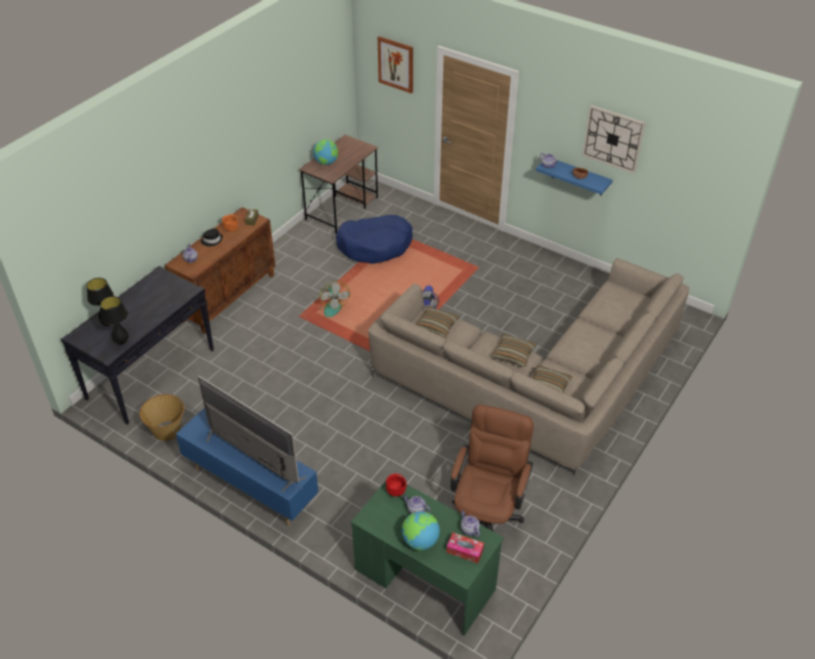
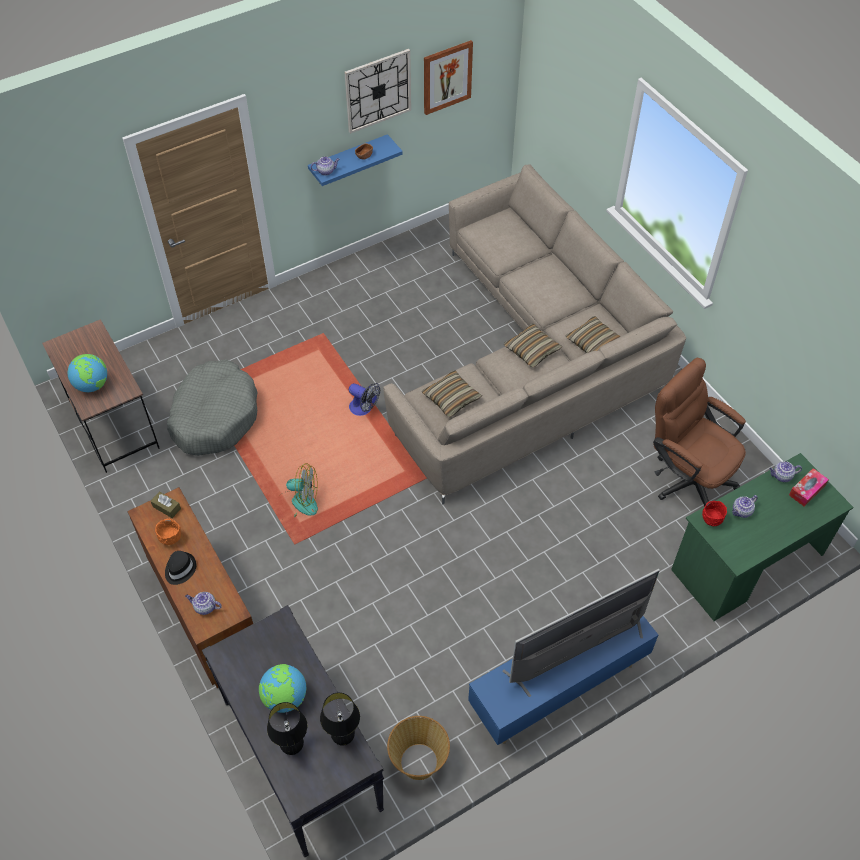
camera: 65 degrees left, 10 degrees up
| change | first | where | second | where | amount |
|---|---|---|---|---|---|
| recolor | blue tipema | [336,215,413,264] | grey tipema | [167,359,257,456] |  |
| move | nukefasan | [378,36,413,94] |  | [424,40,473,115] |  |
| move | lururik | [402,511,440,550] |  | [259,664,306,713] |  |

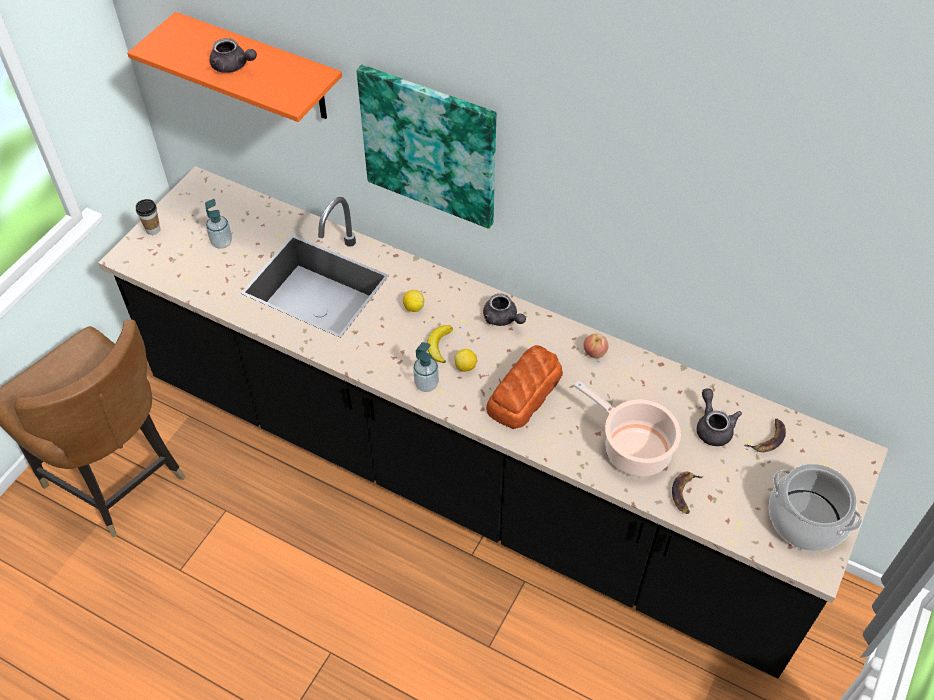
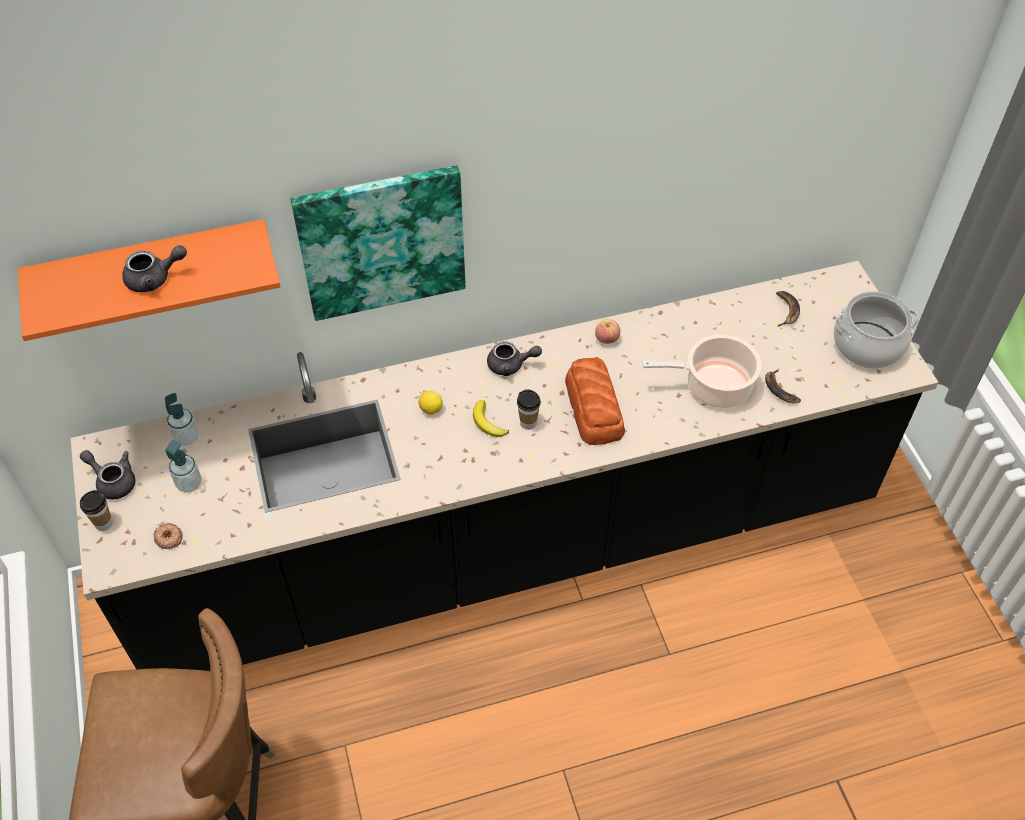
camera: 45 degrees left, 0 degrees up
| change | first | where | second | where | amount |
|---|---|---|---|---|---|
| move | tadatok | [413,342,439,392] |  | [165,393,199,446] |  |
| replace | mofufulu | [455,349,477,372] | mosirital | [517,389,541,430] |  |
| move | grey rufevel | [697,388,742,446] |  | [80,450,136,499] |  |
| insert |  |  | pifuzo | [154,523,183,549] |  |

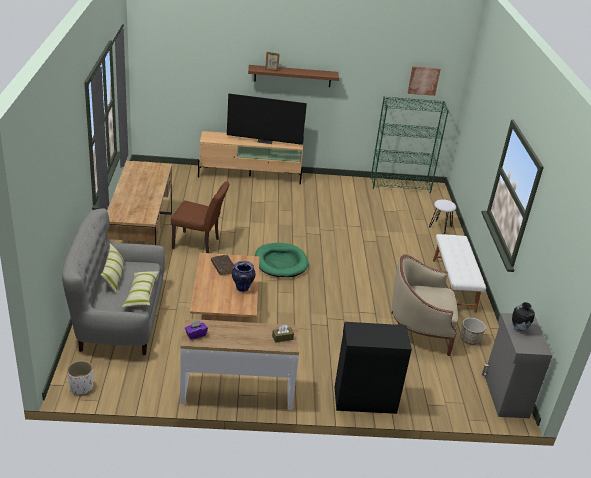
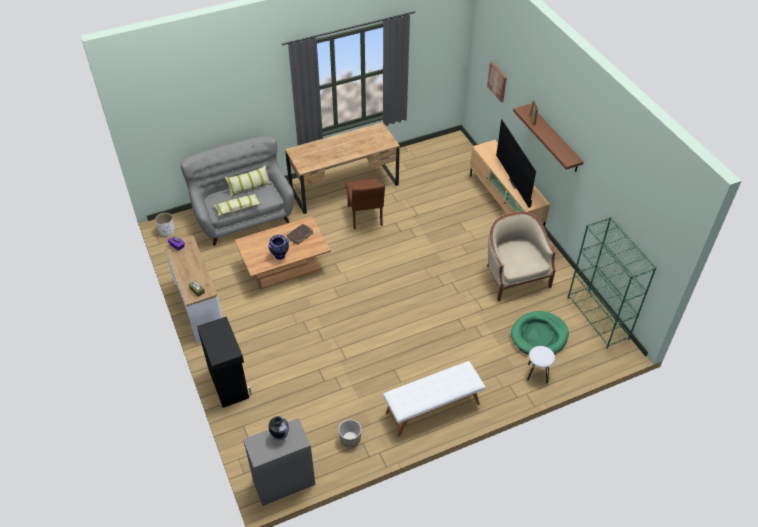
camera: 70 degrees right, 15 degrees up
| change | first | where | second | where | amount |
|---|---|---|---|---|---|
| move | green tipema | [255,243,308,277] |  | [511,311,569,355] |  |
| move | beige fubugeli | [391,255,458,356] |  | [487,211,556,301] |  |
| move | nukefasan | [408,66,441,96] |  | [487,62,506,102] |  |

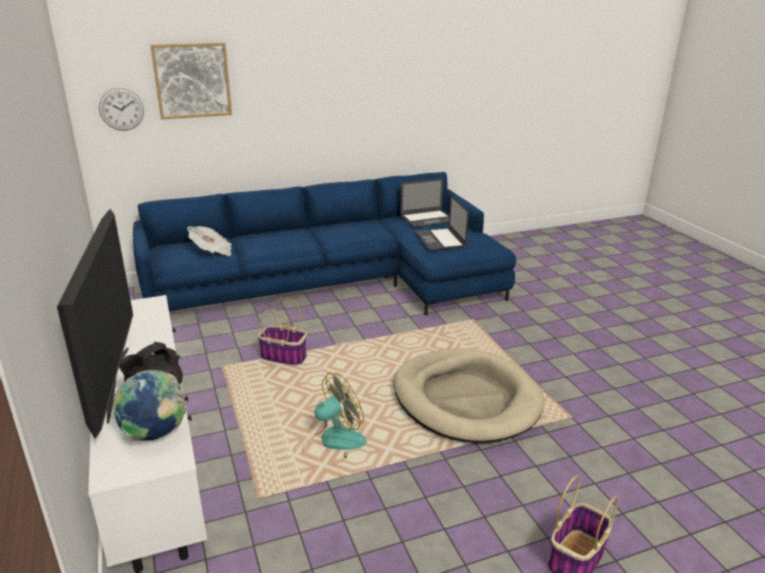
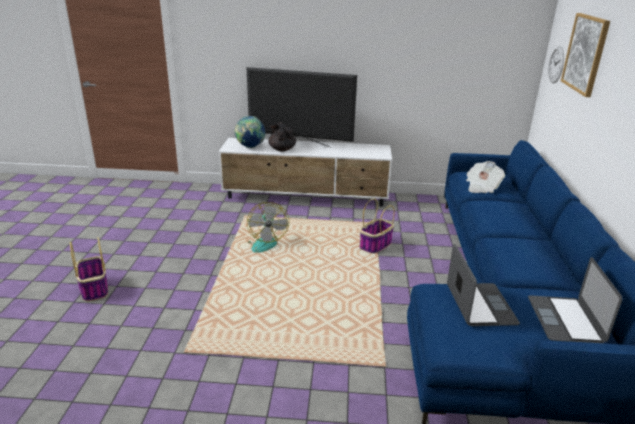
camera: 115 degrees right, 0 degrees up
| change | first | where | second | where | amount |
|---|---|---|---|---|---|
| delete | beige tipema | [393,348,545,443] |  |  |  |
| rotate | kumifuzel | [415,195,469,250] |  | [447,244,520,326] | 75 degrees clockwise |

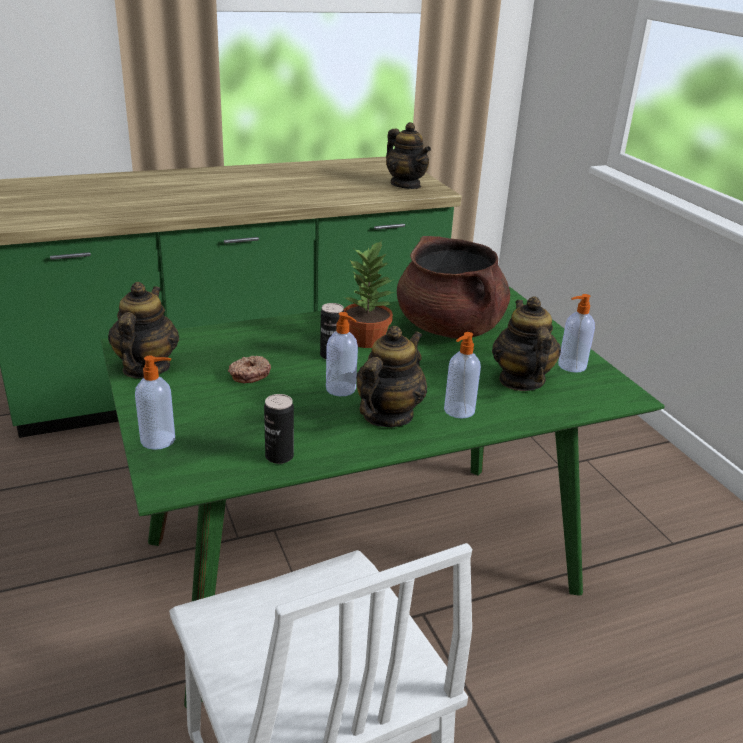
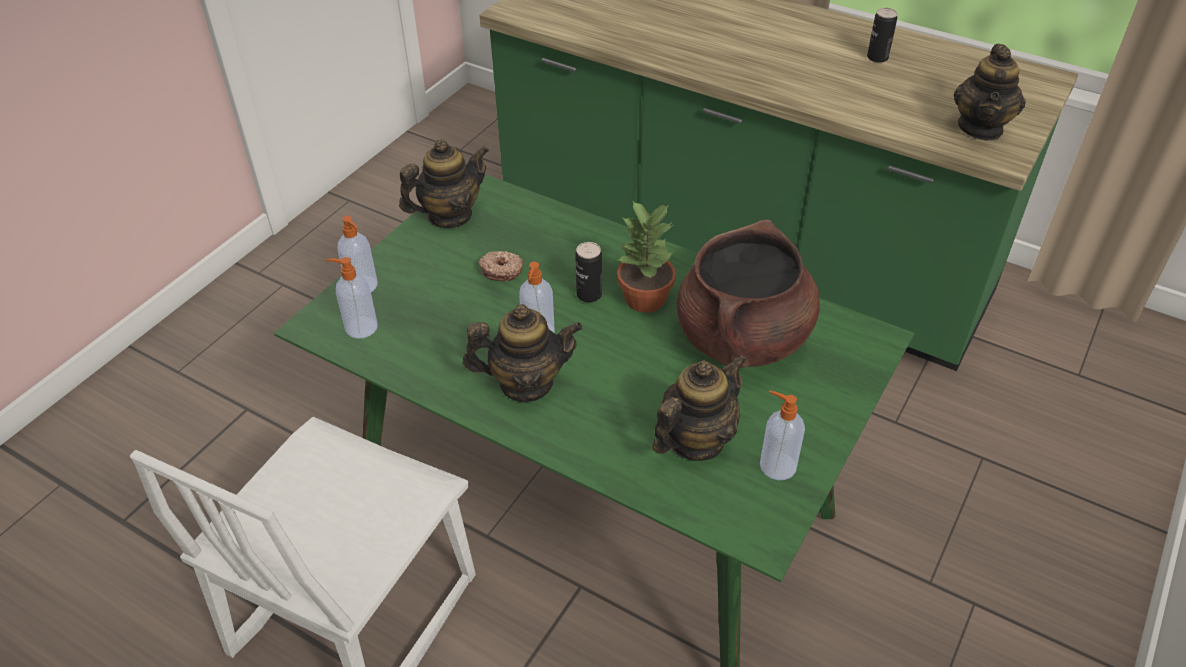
camera: 55 degrees right, 15 degrees up
| change | first | where | second | where | amount |
|---|---|---|---|---|---|
| move | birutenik | [264,394,294,464] |  | [867,8,897,63] |  |
| move | tadatok | [444,332,481,419] |  | [326,257,378,339] |  |

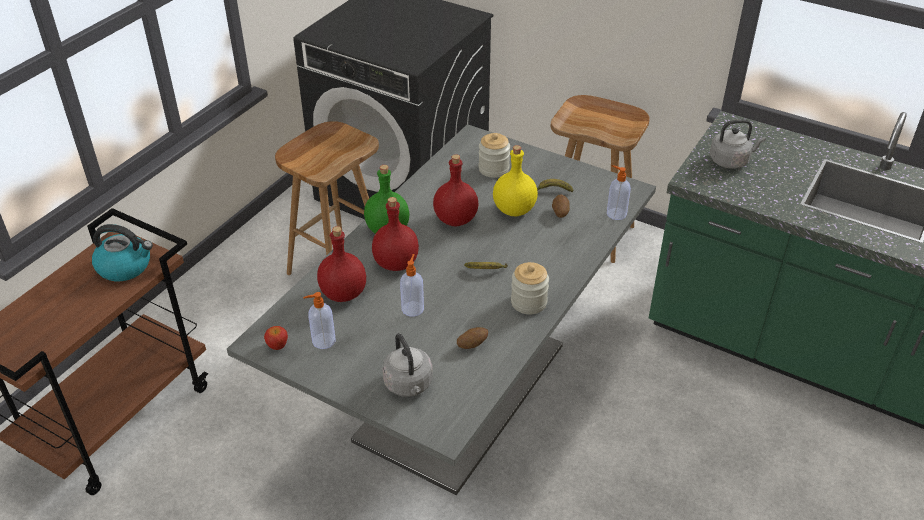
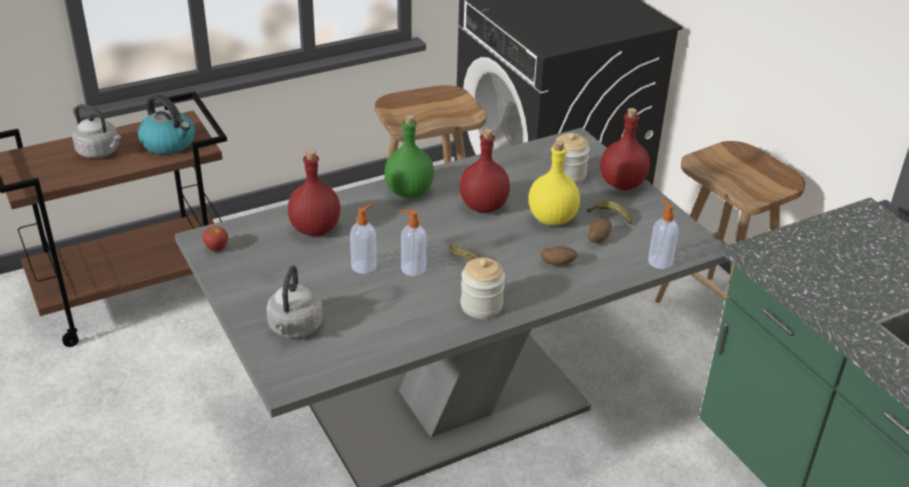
camera: 30 degrees right, 5 degrees down
| change | first | where | second | where | amount |
|---|---|---|---|---|---|
| move | tadatok | [303,292,335,349] |  | [399,210,427,276] |  |
| move | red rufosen | [372,197,419,271] |  | [600,108,650,190] |  |
| move | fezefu | [457,327,488,349] |  | [541,246,578,265] |  |
| move | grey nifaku | [709,119,766,169] |  | [72,104,121,158] |  |

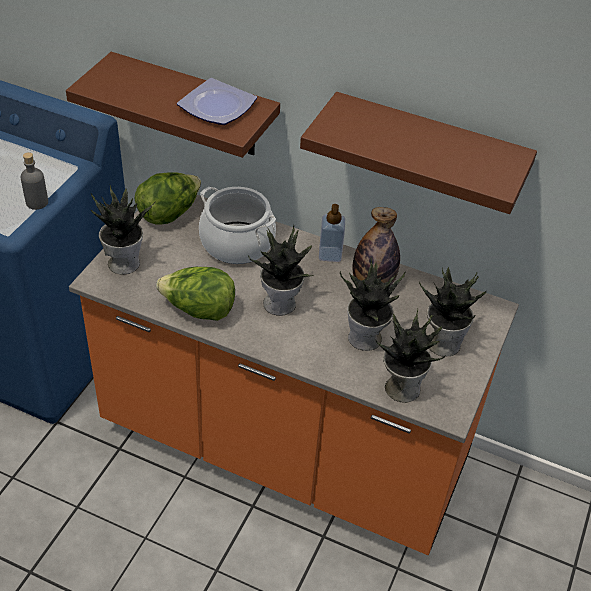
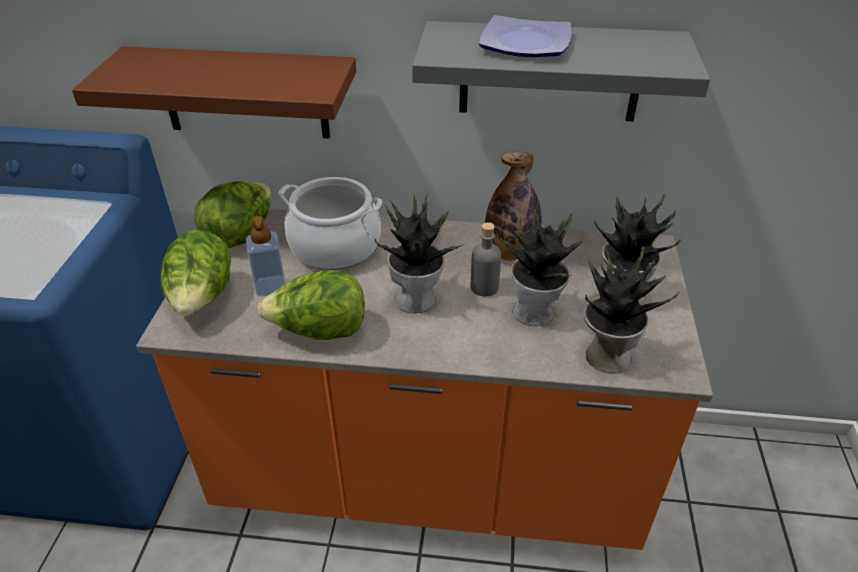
camera: 15 degrees left, 5 degrees down
| change | first | where | second | where | amount |
|---|---|---|---|---|---|
| move | grey rufosen | [21,152,48,210] |  | [471,222,501,297] |  |
| replace | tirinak | [91,185,155,275] | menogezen | [161,230,231,316] |  |
| move | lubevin | [177,78,257,125] |  | [479,15,571,57] |  |
| recolor | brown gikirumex | [300,92,537,214] | grey gikirumex | [412,21,710,121] |  |
| move | tadatok | [319,204,345,262] |  | [246,216,285,296] |  |

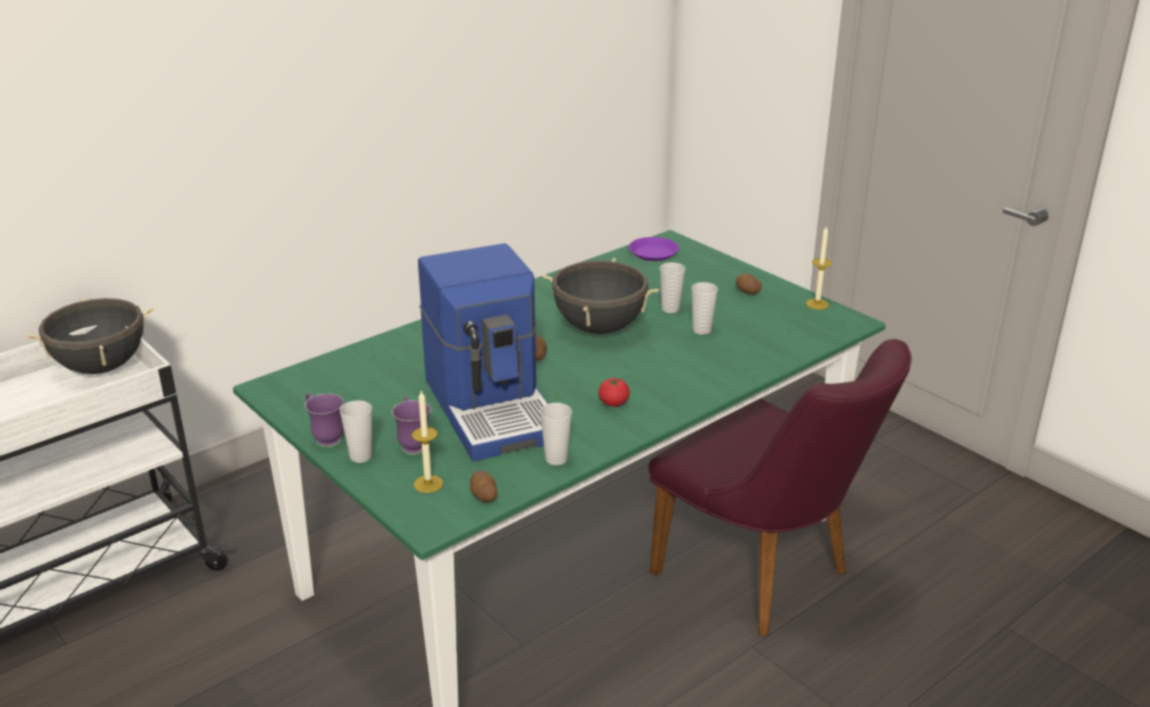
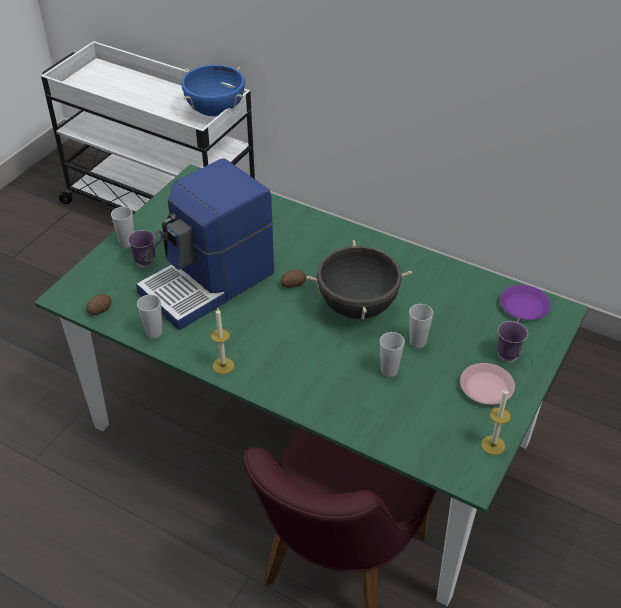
camera: 70 degrees right, 15 degrees up
| change | first | where | second | where | amount |
|---|---|---|---|---|---|
| recolor | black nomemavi | [26,298,154,374] | blue nomemavi | [181,65,245,116] |  |
| move | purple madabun | [305,393,344,448] |  | [497,317,528,362] |  |
| move | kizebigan | [412,391,443,493] |  | [211,308,234,374] |  |
| delete | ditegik | [598,377,630,407] |  |  |  |
| replace | fezefu | [736,273,762,294] | pink lubevin | [460,363,515,405] |  |

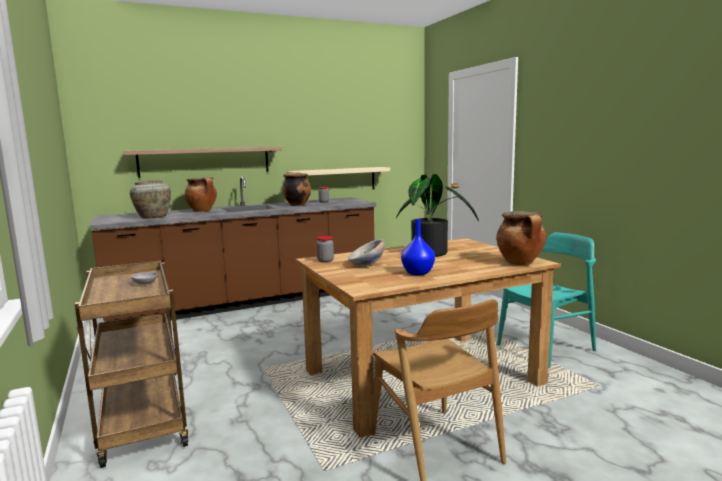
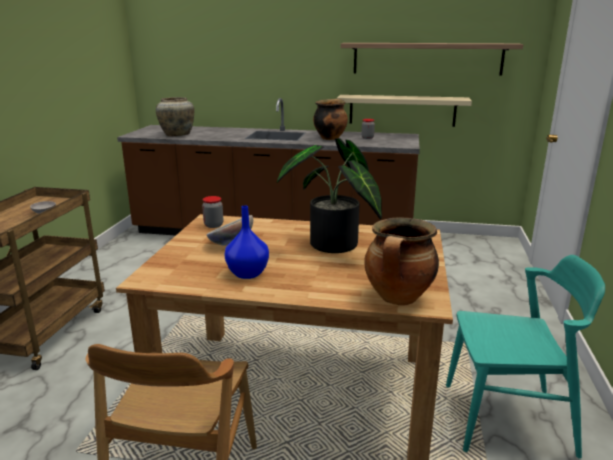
camera: 35 degrees right, 10 degrees up
| change | first | where | second | where | amount |
|---|---|---|---|---|---|
| move | gikirumex | [124,147,282,178] |  | [341,43,523,76] |  |
| delete | nomemavi | [185,177,217,212] |  |  |  |

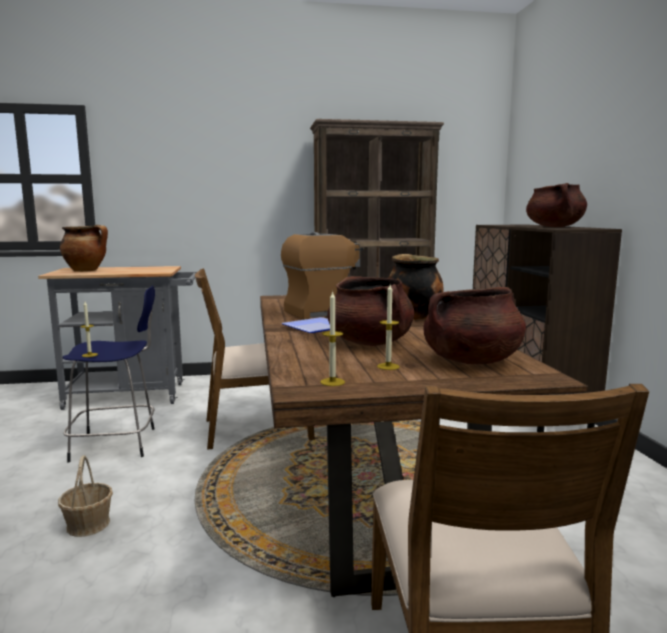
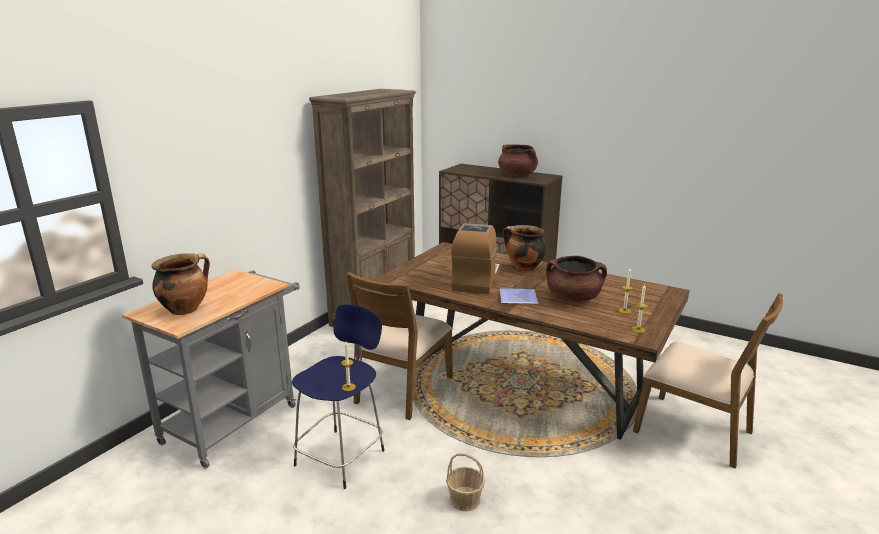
camera: 50 degrees left, 10 degrees up
| change | first | where | second | where | amount |
|---|---|---|---|---|---|
| delete | brown nomemavi | [424,287,526,364] |  |  |  |

